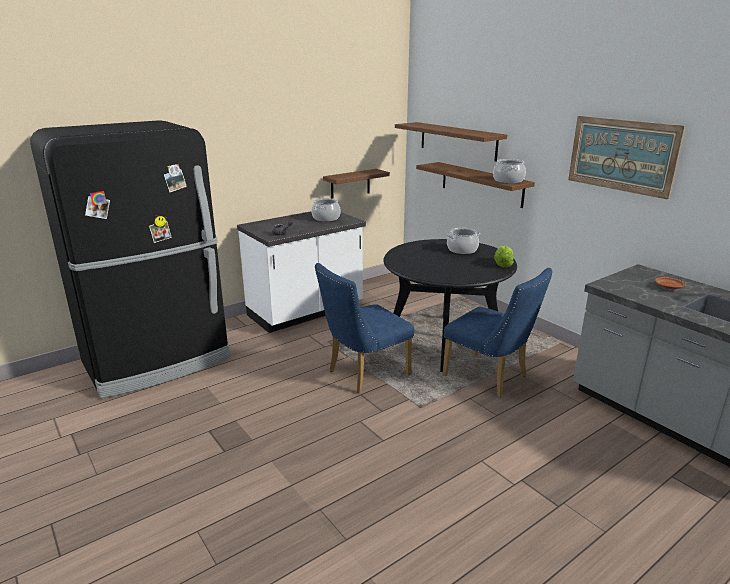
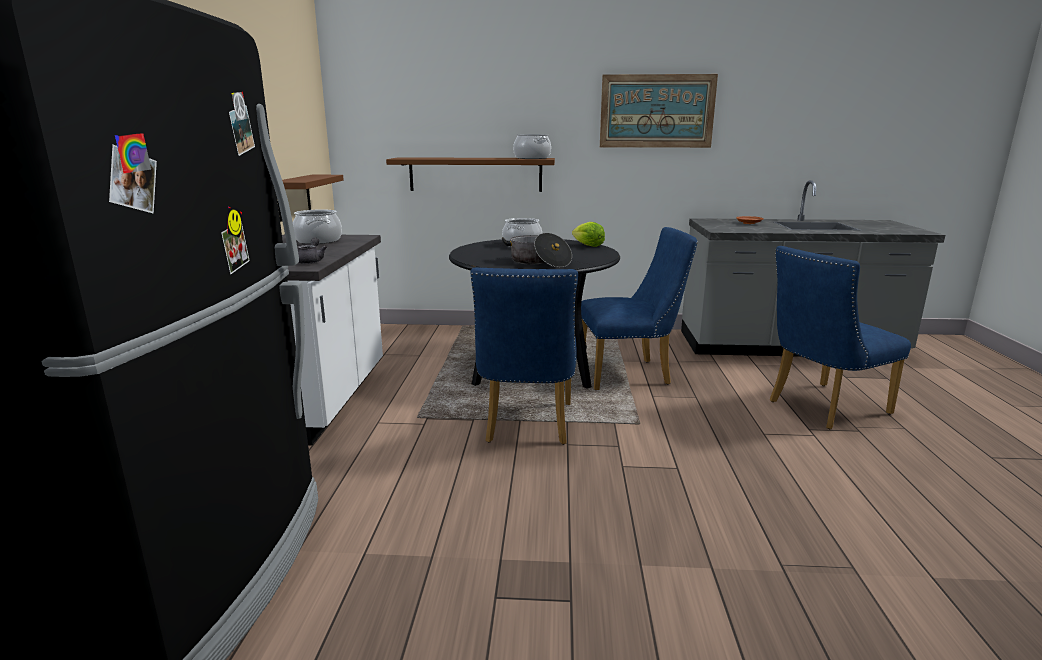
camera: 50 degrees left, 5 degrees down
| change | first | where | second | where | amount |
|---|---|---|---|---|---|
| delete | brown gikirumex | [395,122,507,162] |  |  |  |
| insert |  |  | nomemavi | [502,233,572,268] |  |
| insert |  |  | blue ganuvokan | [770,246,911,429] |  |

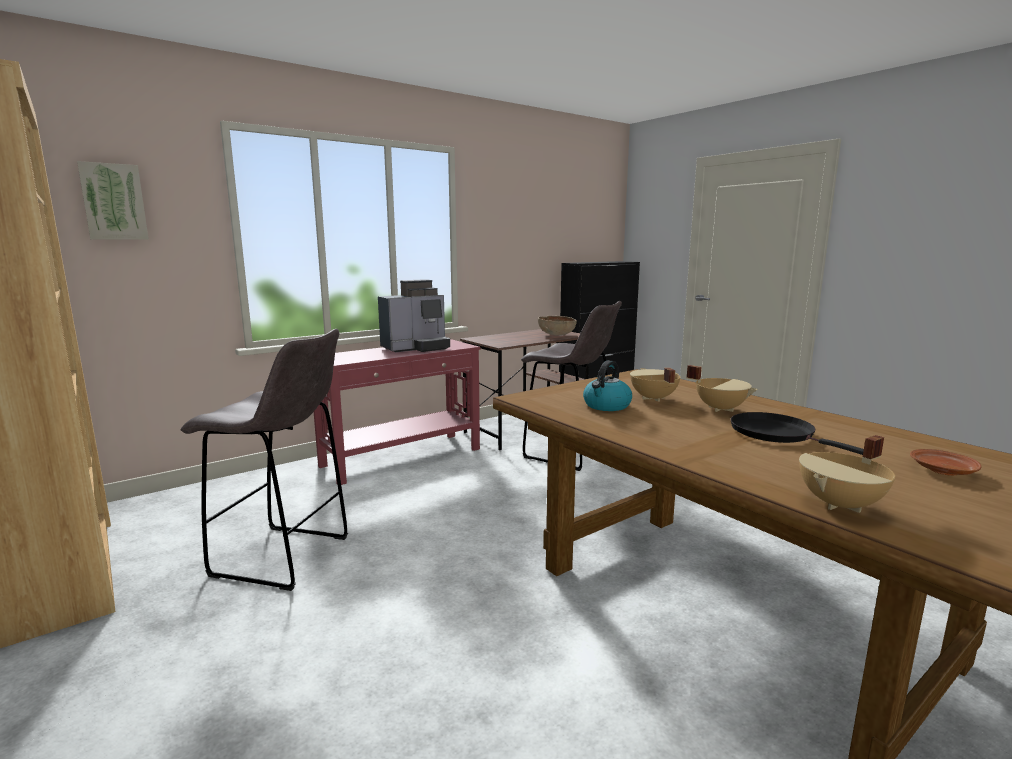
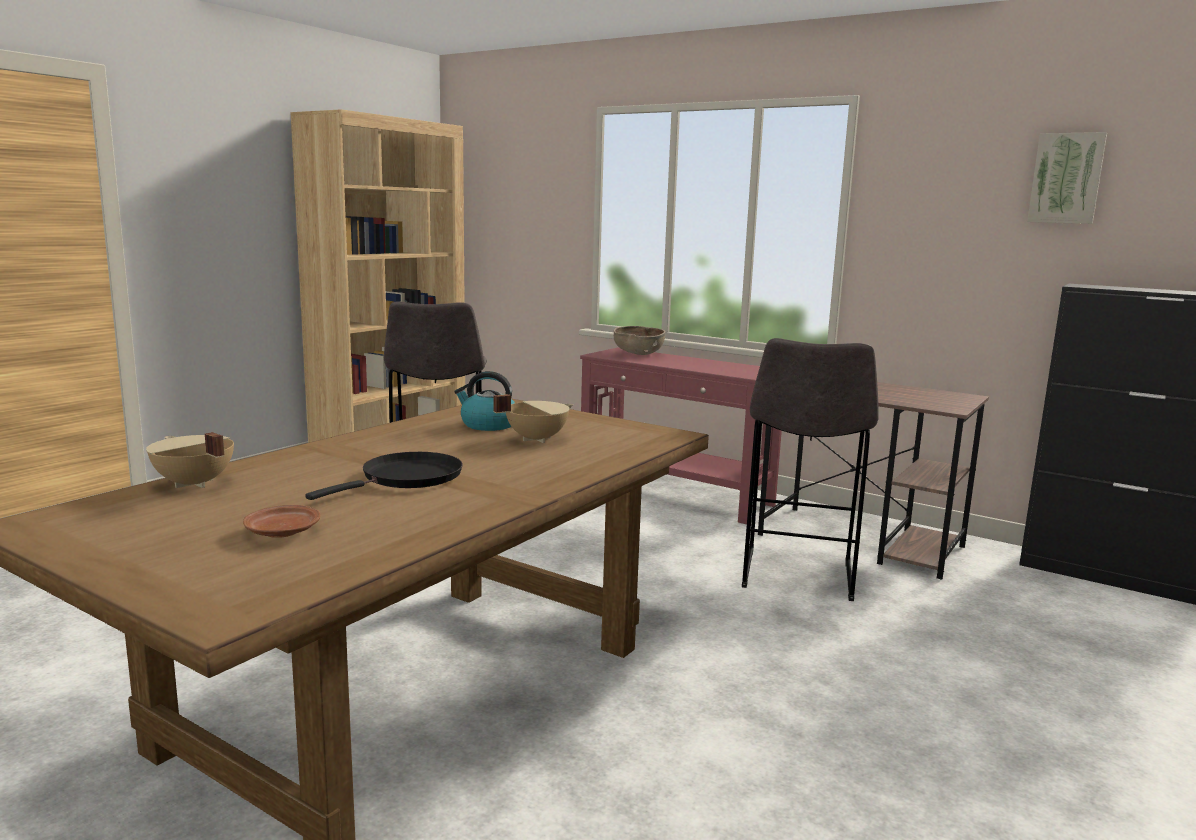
camera: 70 degrees right, 0 degrees up
| change | first | where | second | where | amount |
|---|---|---|---|---|---|
| move | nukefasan | [77,161,149,240] |  | [1027,132,1107,224] |  |
| delete | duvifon | [378,279,450,352] |  |  |  |
| move | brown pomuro | [538,316,577,336] |  | [614,326,665,355] |  |
| delete | beige nomemavi | [687,365,758,412] |  |  |  |

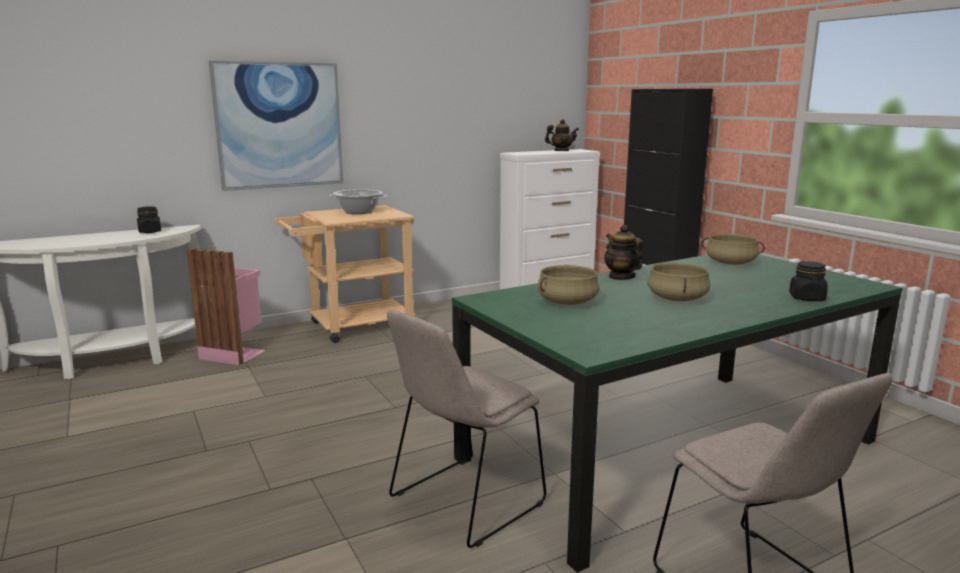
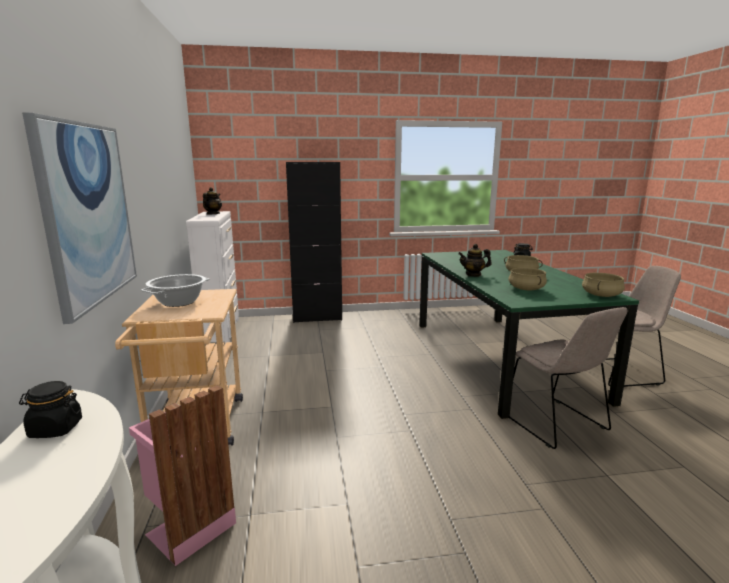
camera: 70 degrees left, 0 degrees up
| change | first | where | second | where | amount |
|---|---|---|---|---|---|
| move | beige nomemavi | [701,234,765,265] |  | [582,273,625,297] |  |

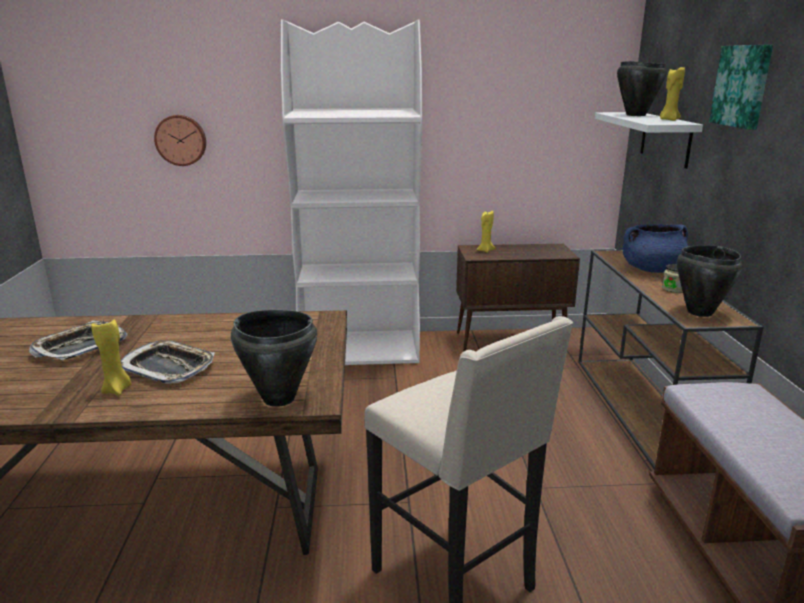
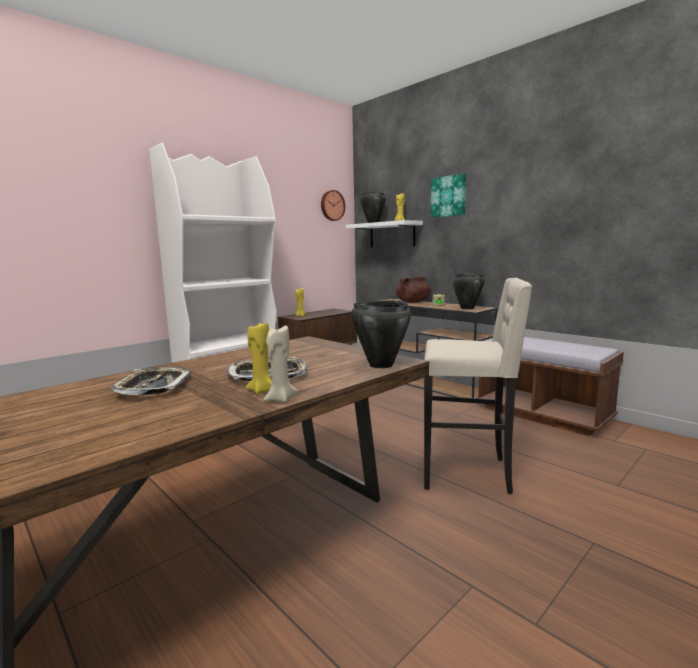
camera: 40 degrees left, 10 degrees down
| change | first | where | second | where | amount |
|---|---|---|---|---|---|
| move | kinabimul | [154,115,206,166] |  | [321,190,345,221] |  |
| recolor | blue nomemavi | [623,224,688,273] | brown nomemavi | [396,276,431,303] |  |
| insert |  |  | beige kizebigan | [264,326,298,403] |  |

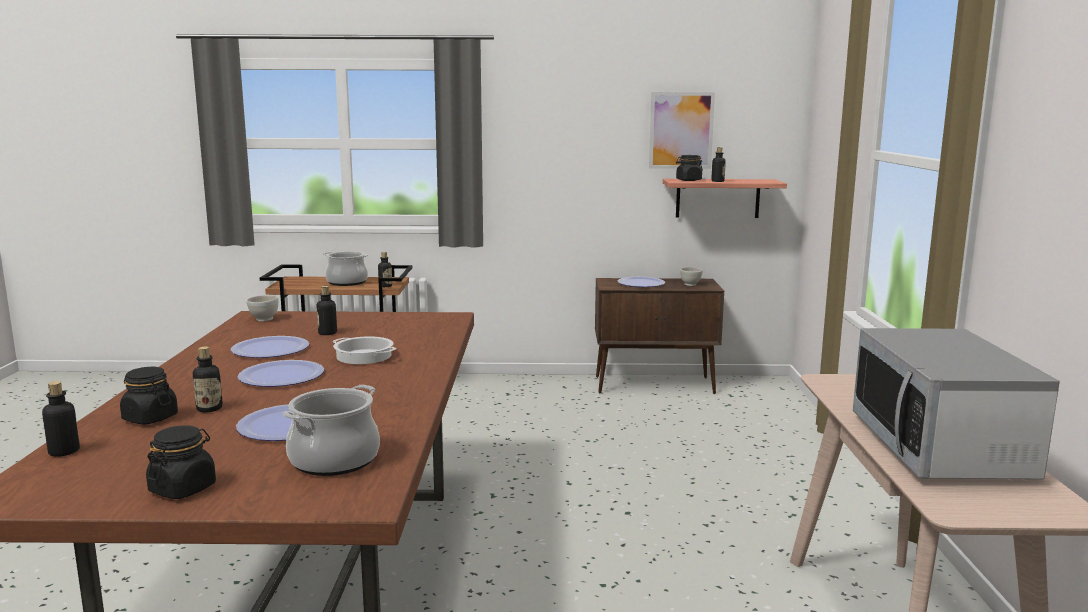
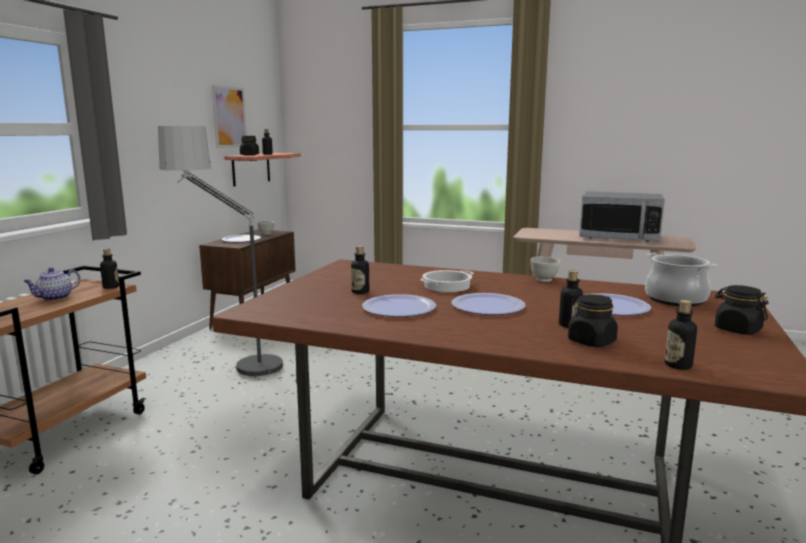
camera: 70 degrees left, 0 degrees up
| change | first | where | second | where | amount |
|---|---|---|---|---|---|
| move | white pomuro | [246,295,278,321] |  | [530,256,560,282] |  |
| replace | nomemavi | [323,251,368,286] | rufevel | [23,268,81,301] |  |
| insert |  |  | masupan | [158,126,284,379] |  |

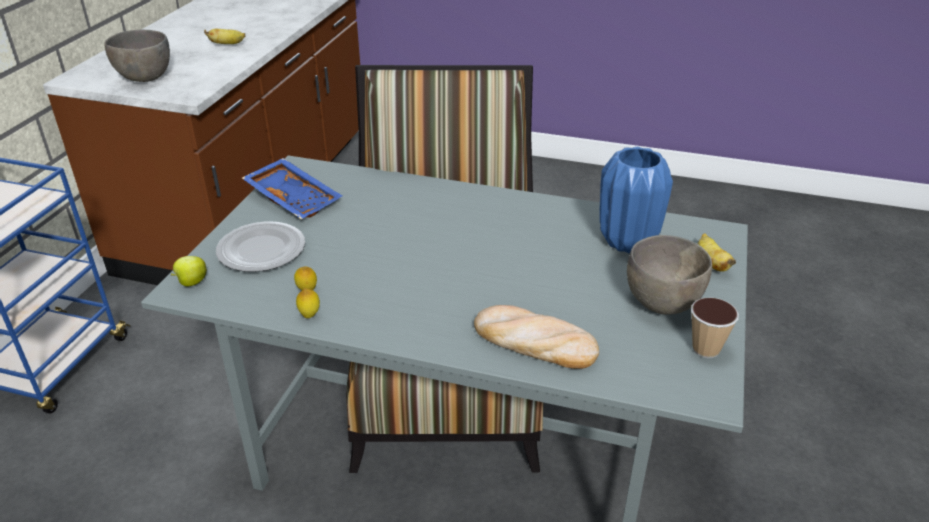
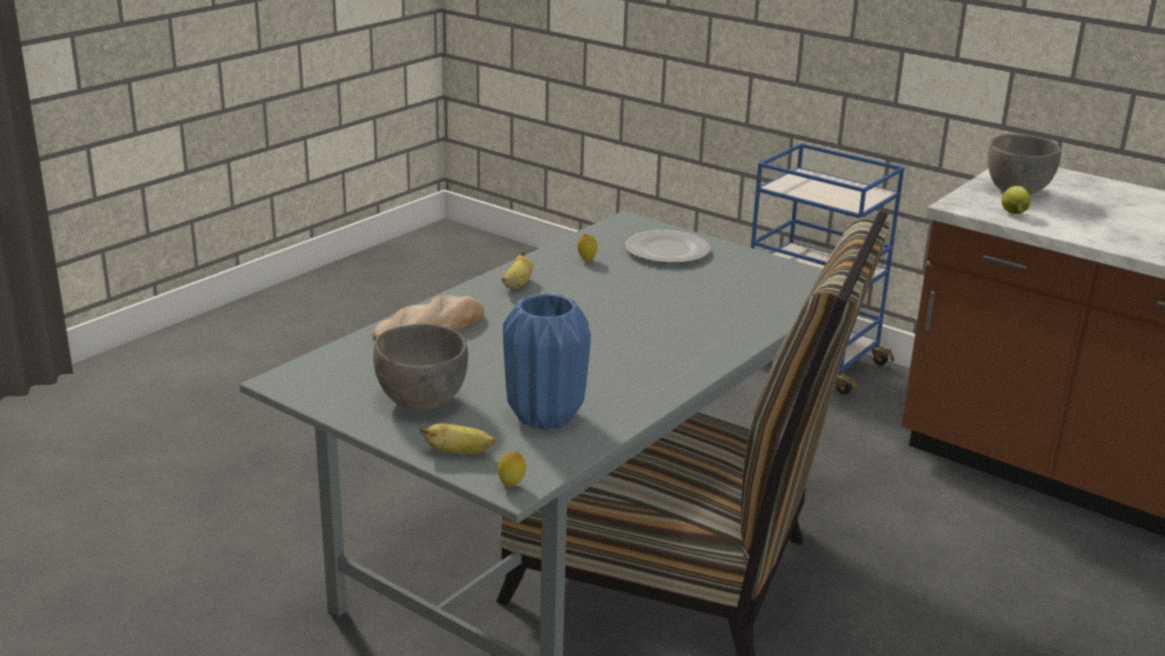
camera: 110 degrees right, 10 degrees down
| change | first | where | second | where | amount |
|---|---|---|---|---|---|
| move | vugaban | [171,256,207,286] |  | [1001,186,1031,214] |  |
| move | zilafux | [204,29,246,44] |  | [501,251,533,289] |  |
| delete | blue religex | [242,158,342,219] |  |  |  |
| move | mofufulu | [296,288,320,318] |  | [498,452,526,487] |  |
| delete | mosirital | [691,297,739,358] |  |  |  |

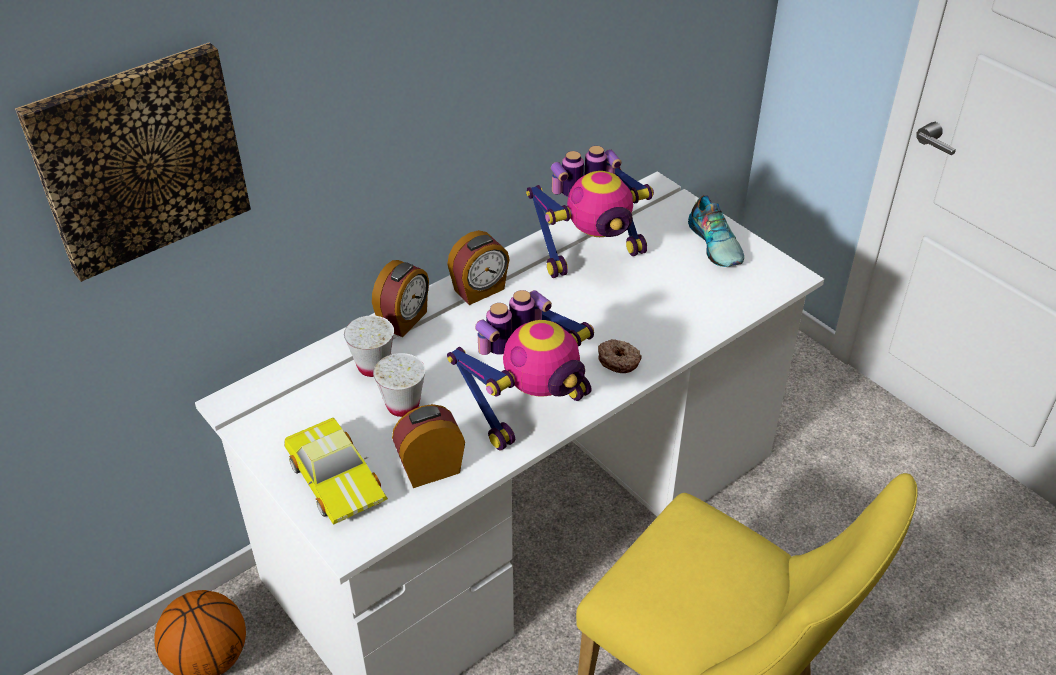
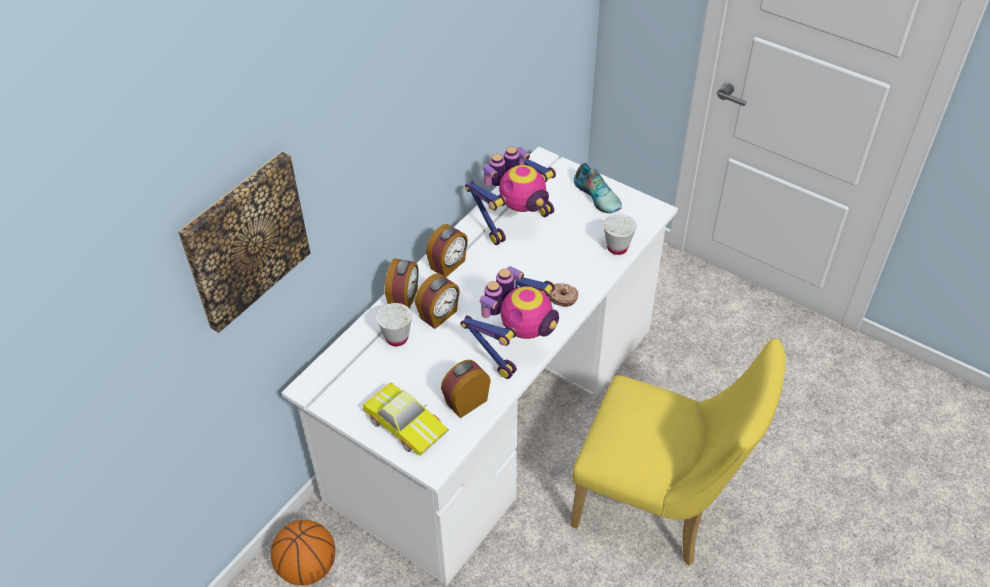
camera: 15 degrees left, 5 degrees up
| change | first | where | second | where | amount |
|---|---|---|---|---|---|
| move | white mosirital | [373,353,425,417] |  | [603,214,636,255] |  |
| insert |  |  | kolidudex | [415,273,460,329] |  |

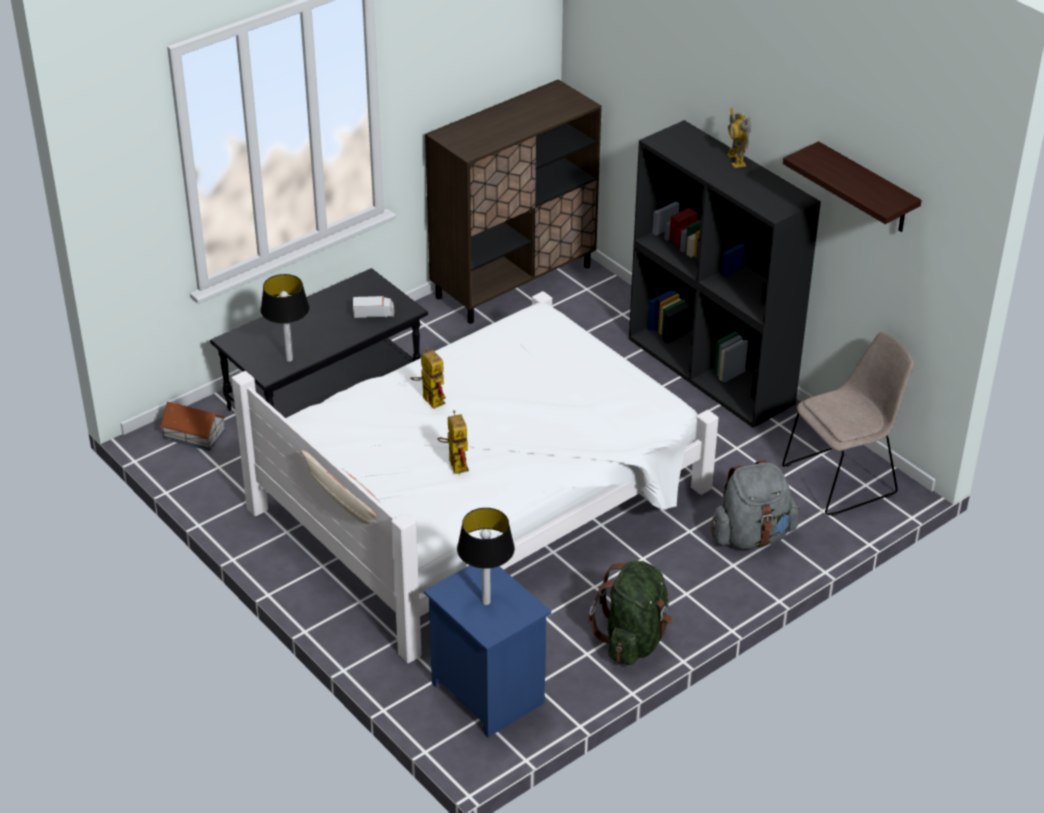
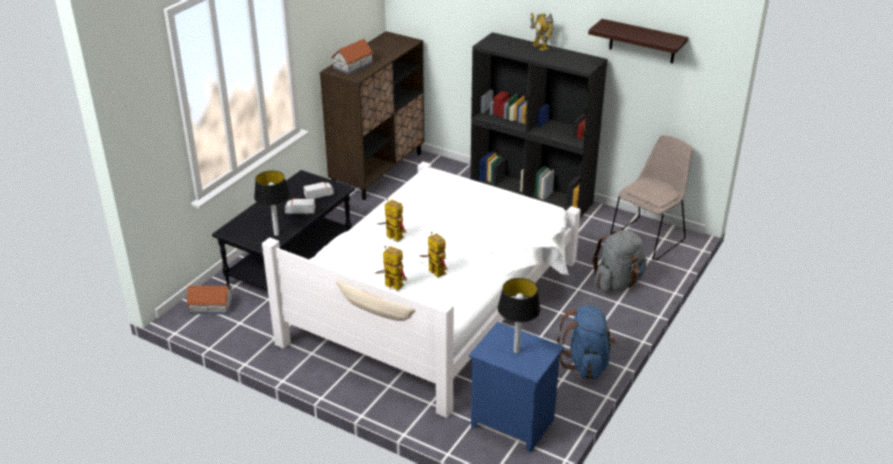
camera: 20 degrees left, 5 degrees down
| change | first | where | second | where | amount |
|---|---|---|---|---|---|
| recolor | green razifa | [588,561,673,665] | blue razifa | [557,305,617,379] |  |
| insert |  |  | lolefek | [285,199,315,215] |  |
| insert |  |  | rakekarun | [331,39,374,74] |  |
| insert |  |  | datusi | [375,246,407,291] |  |

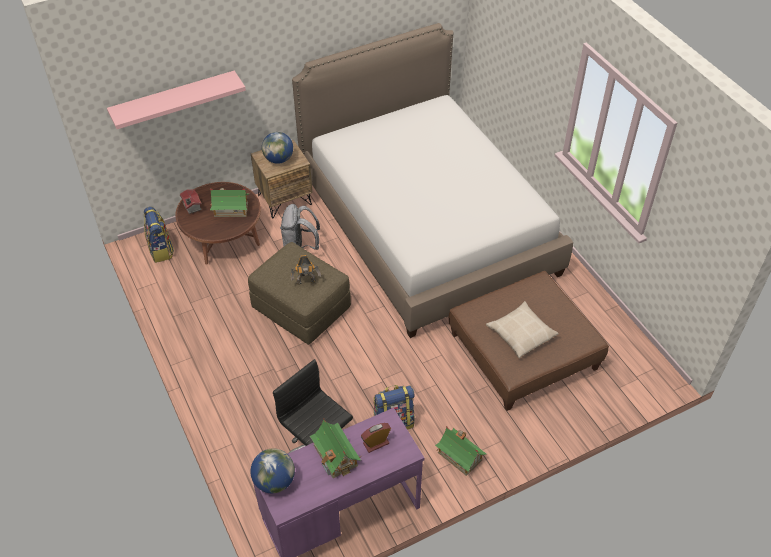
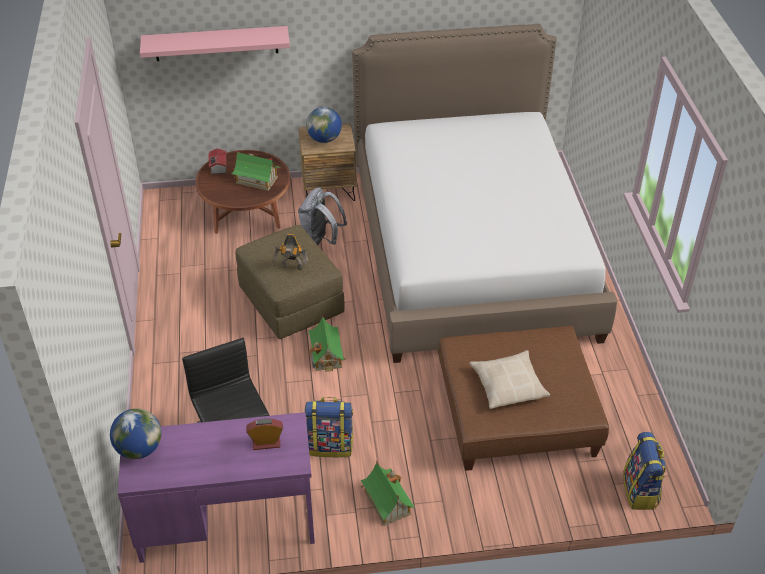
camera: 20 degrees right, 5 degrees down
| change | first | where | second | where | amount |
|---|---|---|---|---|---|
| move | razifa | [144,207,174,263] |  | [623,432,666,510] |  |
| move | rakekarun | [310,418,361,478] |  | [308,315,345,372] |  |

